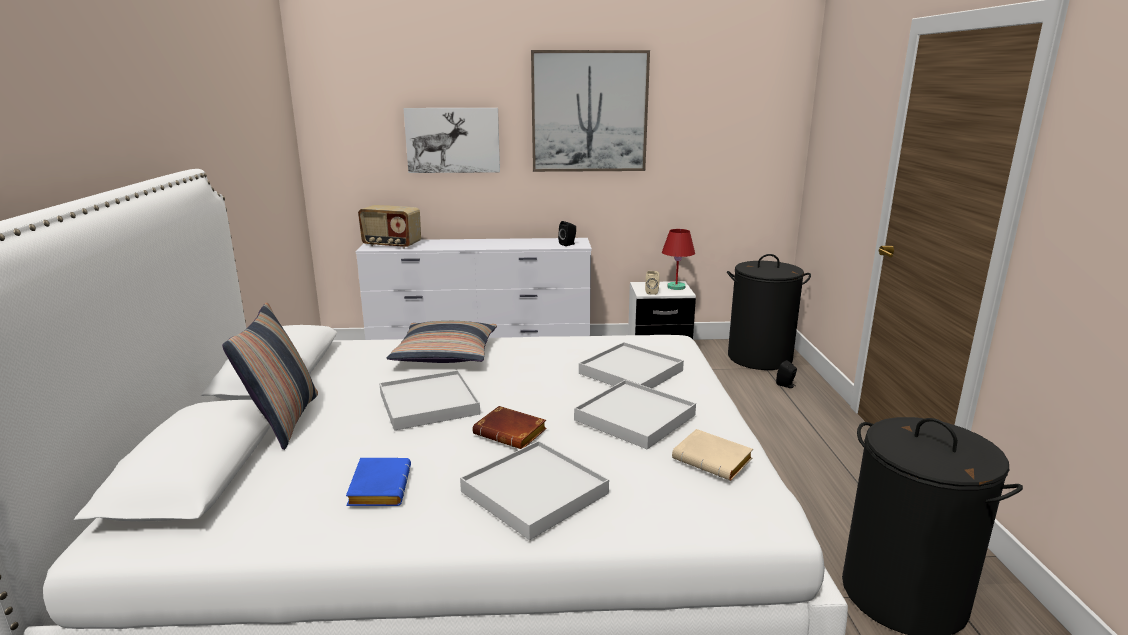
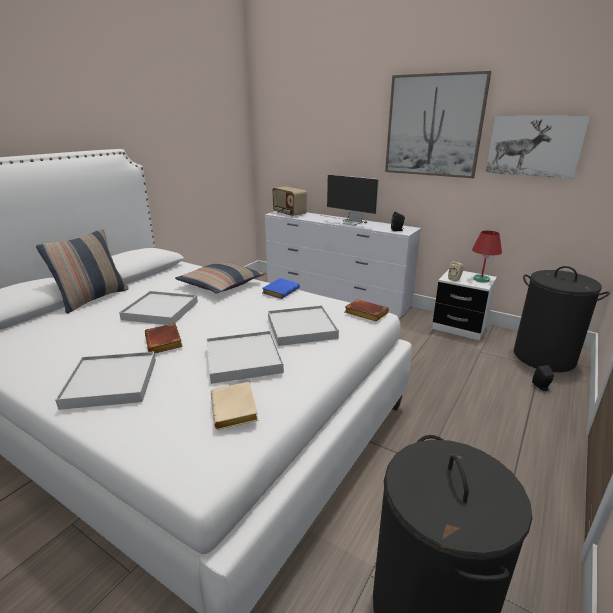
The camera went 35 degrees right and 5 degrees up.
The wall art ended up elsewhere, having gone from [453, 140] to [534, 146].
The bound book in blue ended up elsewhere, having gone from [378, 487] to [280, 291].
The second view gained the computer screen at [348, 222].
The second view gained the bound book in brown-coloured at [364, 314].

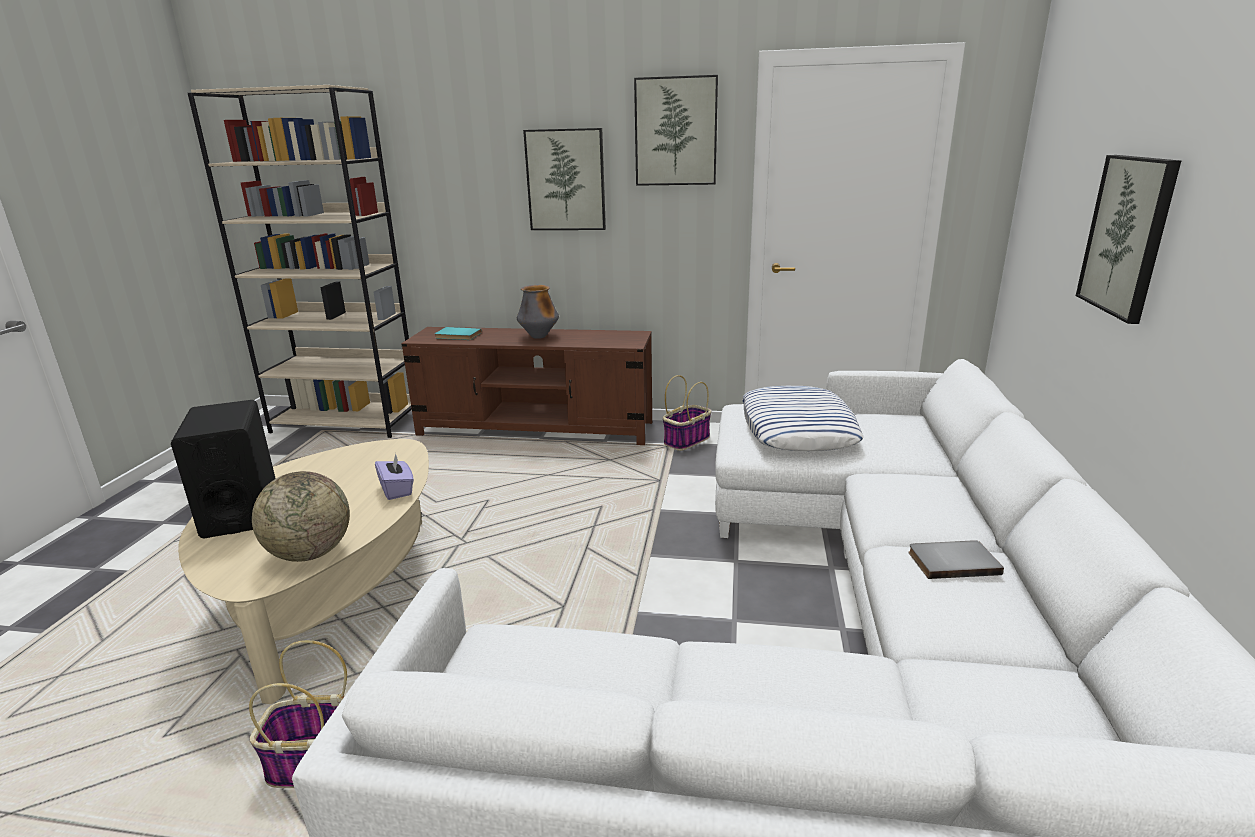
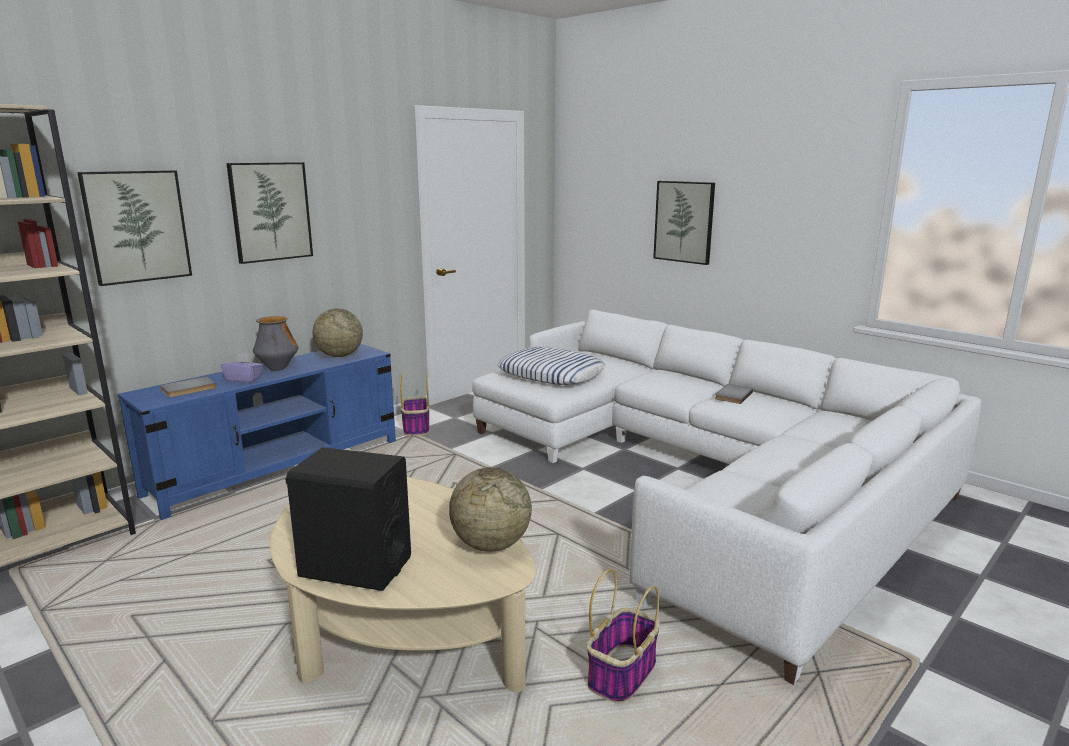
The camera went 55 degrees left and 5 degrees down.
The wall art ended up elsewhere, having gone from [676, 132] to [137, 226].
What was the tv stand in brown-coloured at [536, 429] turned into the tv stand in blue at [279, 467].
What was the bound book in turquoise-coloured at [457, 336] turned into the bound book in grey at [189, 389].
The tissue holder in purple-coloured ended up elsewhere, having gone from [397, 490] to [244, 379].
The second view gained the desk globe at [339, 356].

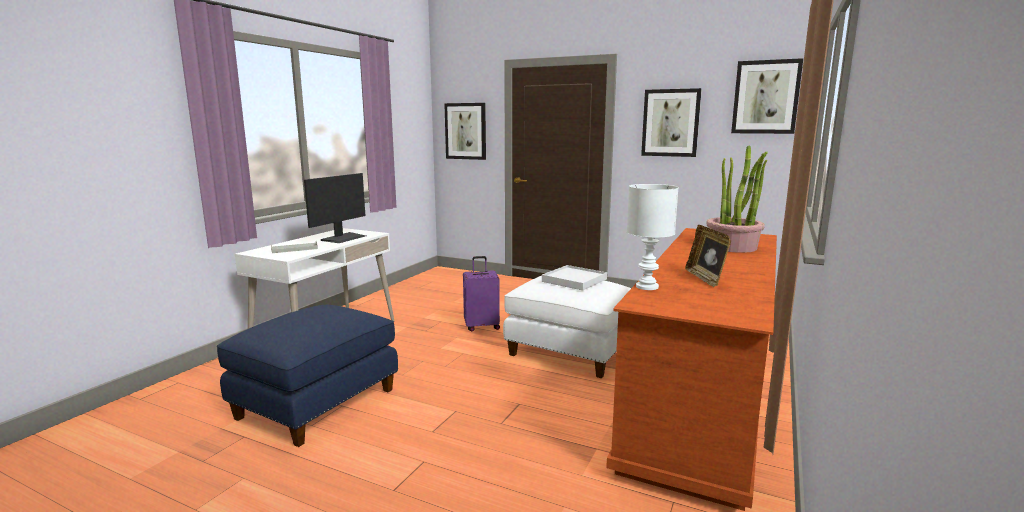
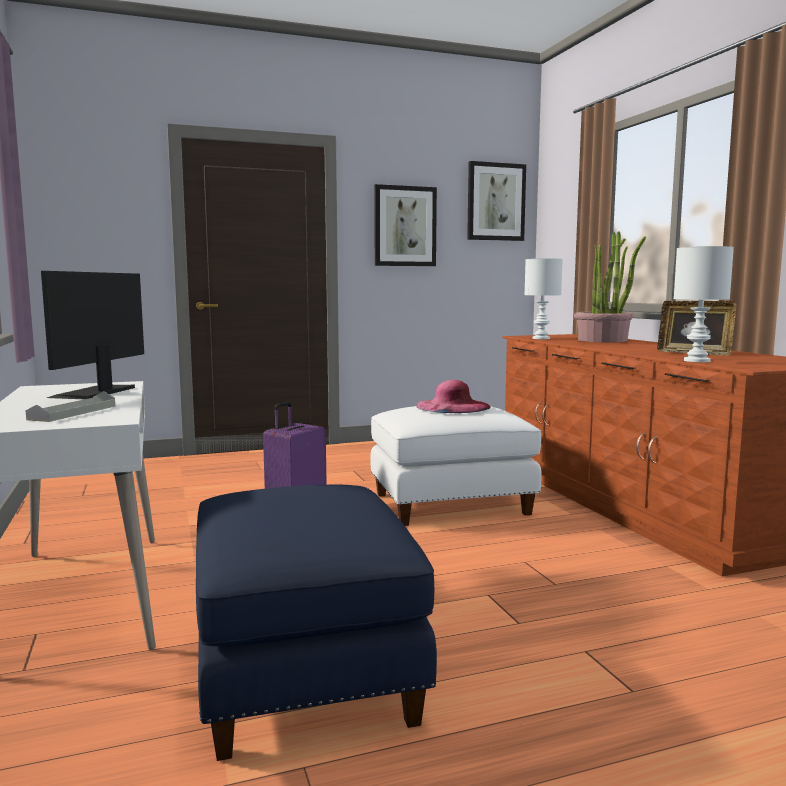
The camera went 45 degrees left and 5 degrees down.
The second view lost the wall art at [466, 131].
The computer screen at [344, 238] ended up facing another way, 150 degrees counterclockwise from before.
Where the serving tray in white stood at [574, 280], the hat in pinkish came to stand at [453, 406].
The second view gained the lamp for a table in white at [541, 338].

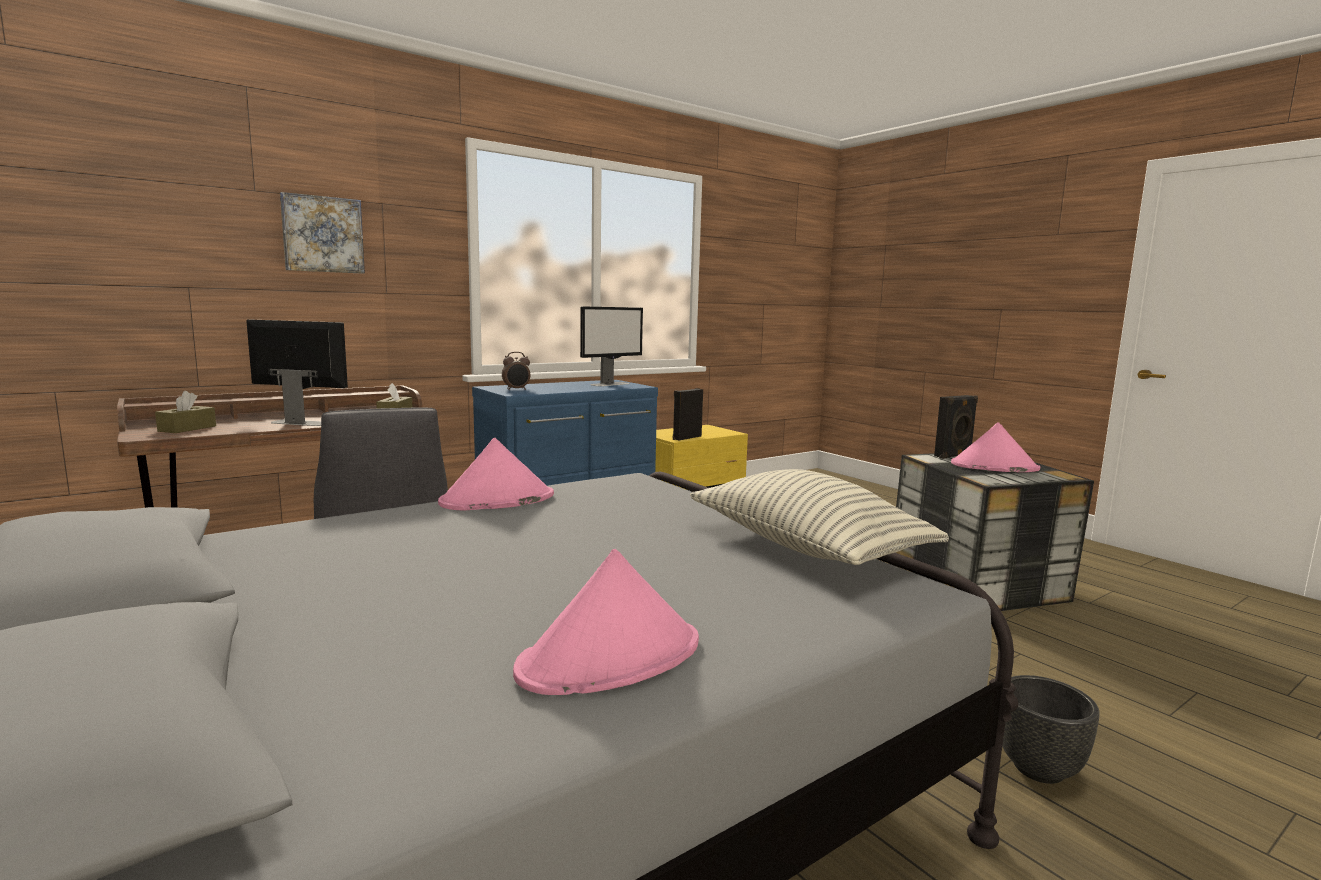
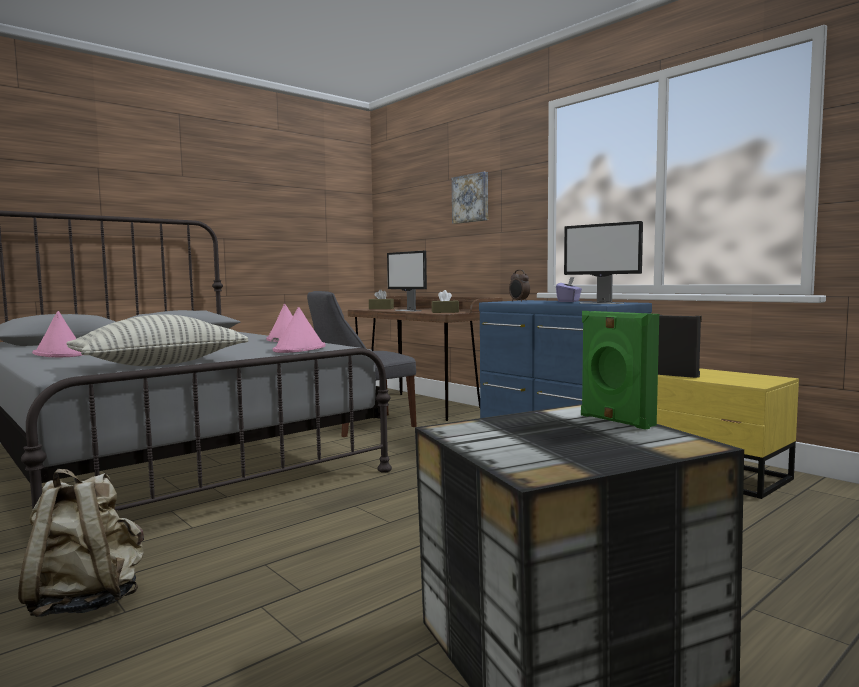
The camera went 85 degrees right and 5 degrees down.
The computer screen at [300, 423] ended up facing another way, 135 degrees clockwise from before.
What was the loudspeaker in black at [954, 456] turned into the loudspeaker in greenish at [615, 421].
The hat in pinkish ended up elsewhere, having gone from [994, 467] to [300, 349].
Where the flower pot in black stood at [1039, 769], the knapsack in beige-coloured came to stand at [87, 601].
The second view gained the tissue holder in purple-coloured at [569, 301].

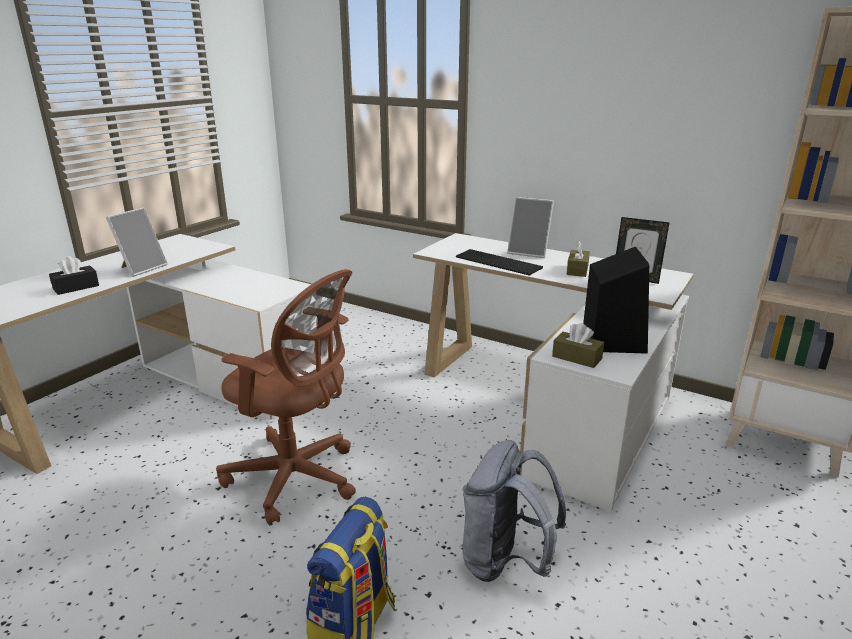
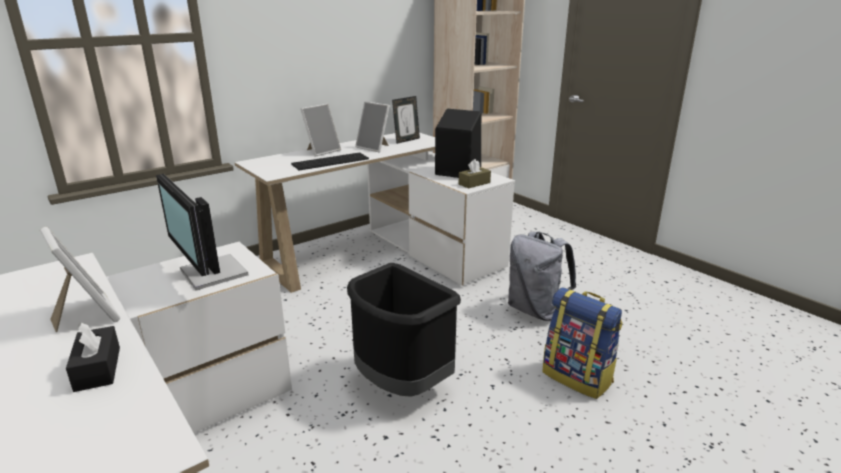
The camera went 70 degrees left and 0 degrees up.
Where the tissue holder in brown-coloured stood at [577, 270], the standing frame came to stand at [374, 148].
Where the desk chair in brown-coloured stood at [297, 479], the waste bin in black came to stand at [401, 384].
The second view gained the computer screen at [211, 274].

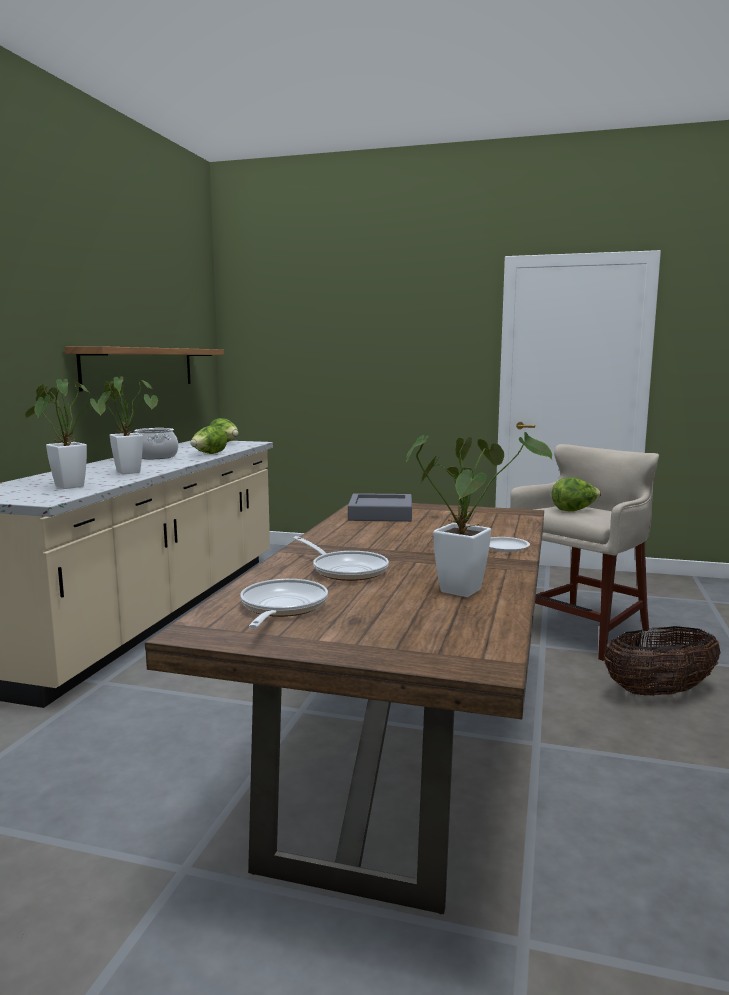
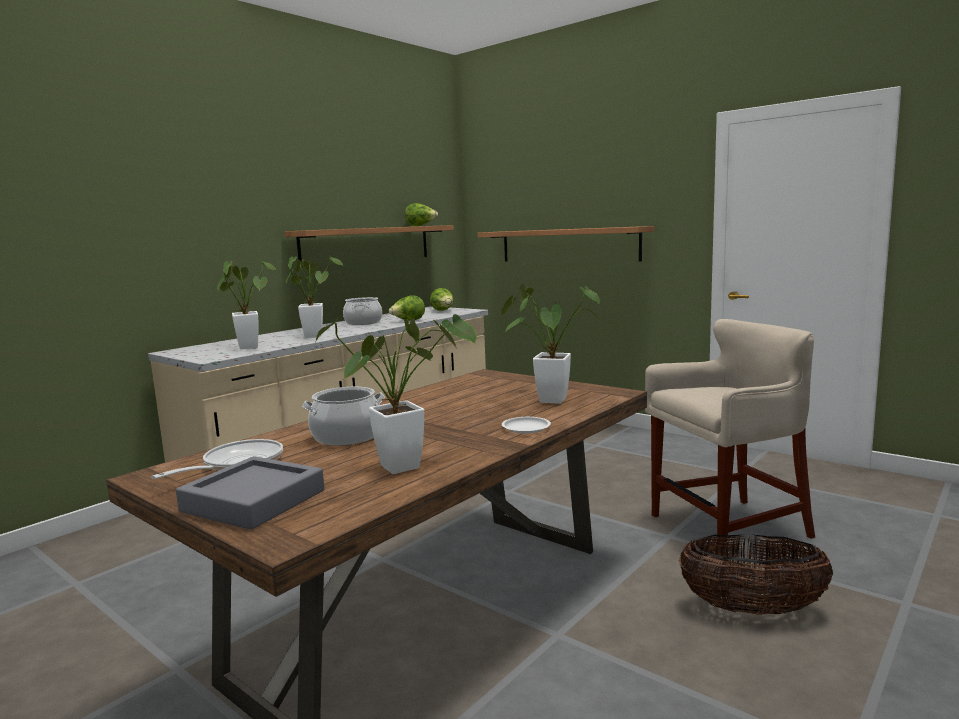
The camera went 25 degrees right and 0 degrees up.
The head of lettuce ended up elsewhere, having gone from [574, 510] to [421, 226].
The serving tray in grey ended up elsewhere, having gone from [380, 514] to [253, 501].
Where the frying pan stood at [346, 570], the saucepot came to stand at [347, 436].
The second view gained the wall shelf at [568, 245].
The second view gained the houseplant at [545, 400].

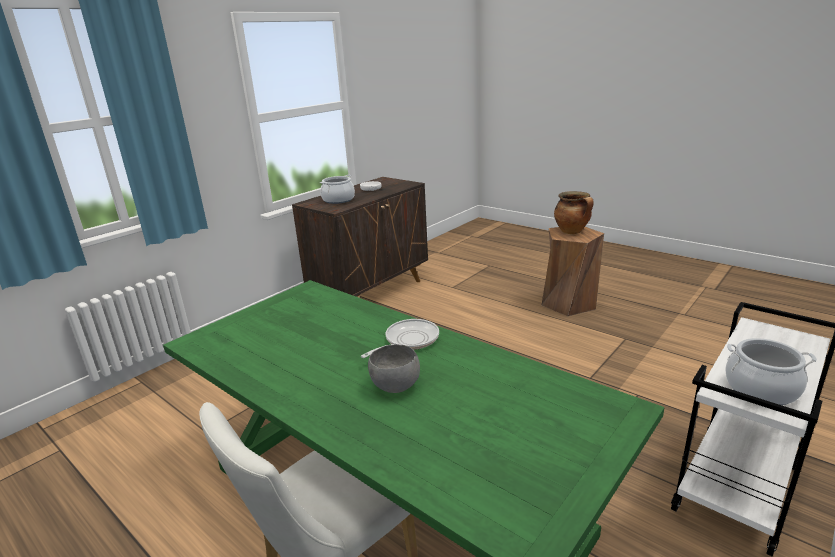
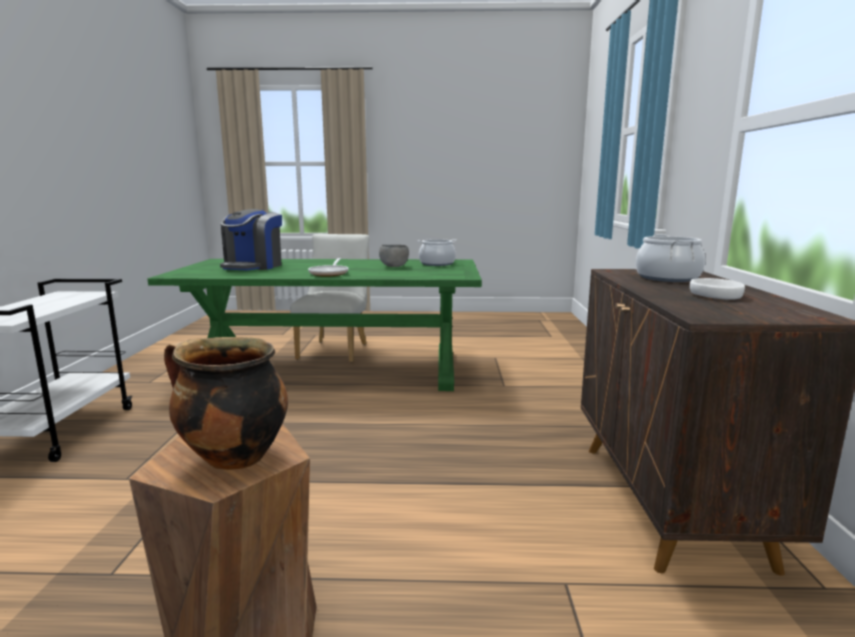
The camera went 140 degrees right and 10 degrees down.
The saucepot ended up elsewhere, having gone from [761, 389] to [437, 264].
The deep dish in grey ended up elsewhere, having gone from [394, 387] to [394, 266].
The second view gained the coffee machine at [253, 266].

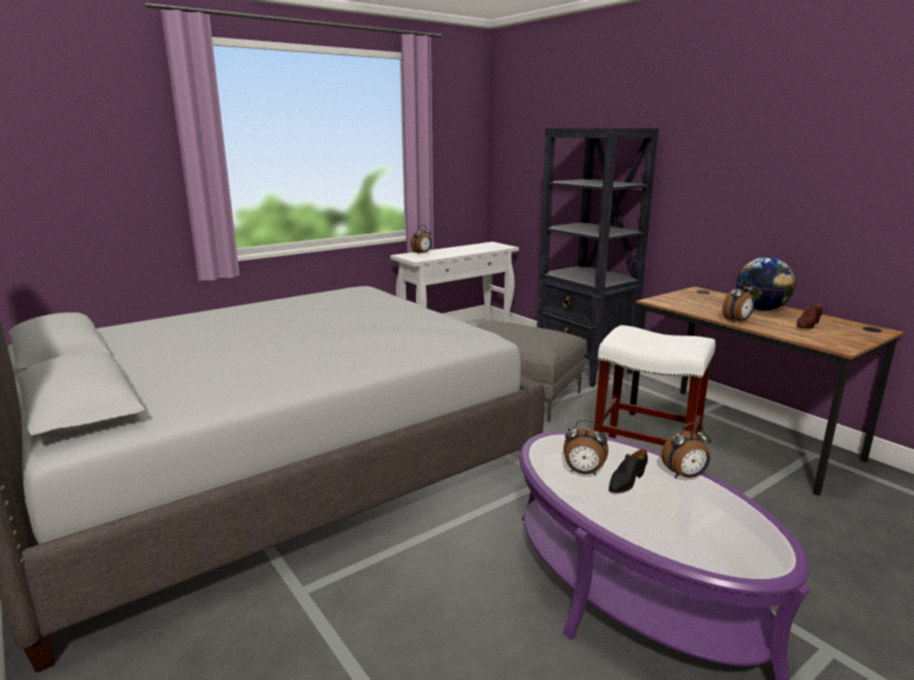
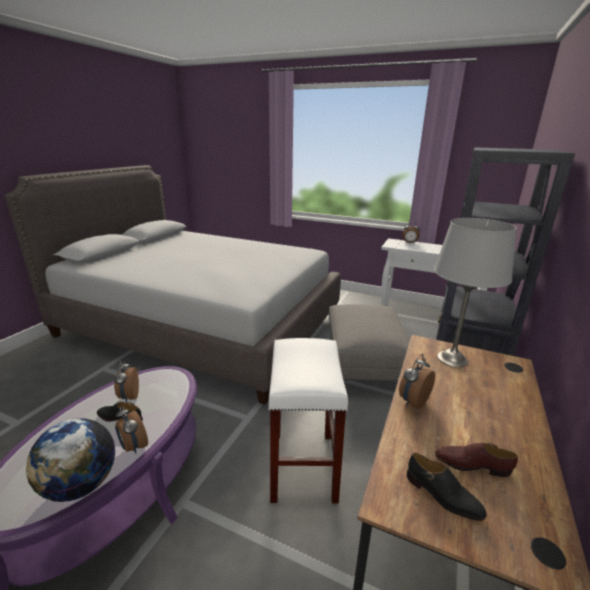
The camera went 60 degrees right and 5 degrees up.
The desk globe ended up elsewhere, having gone from [761, 309] to [80, 485].
The alarm clock at [737, 321] ended up facing another way, 105 degrees clockwise from before.
The second view gained the lamp for a table in grey at [452, 359].
The second view gained the low shoe in black at [442, 496].

